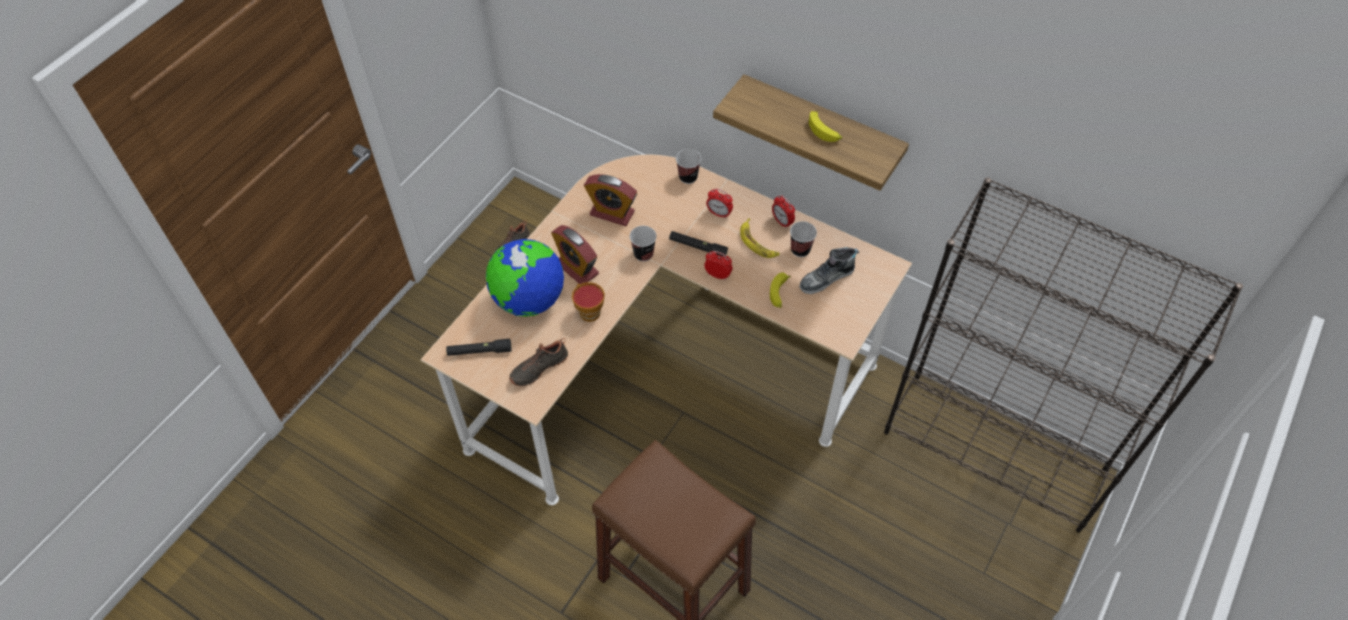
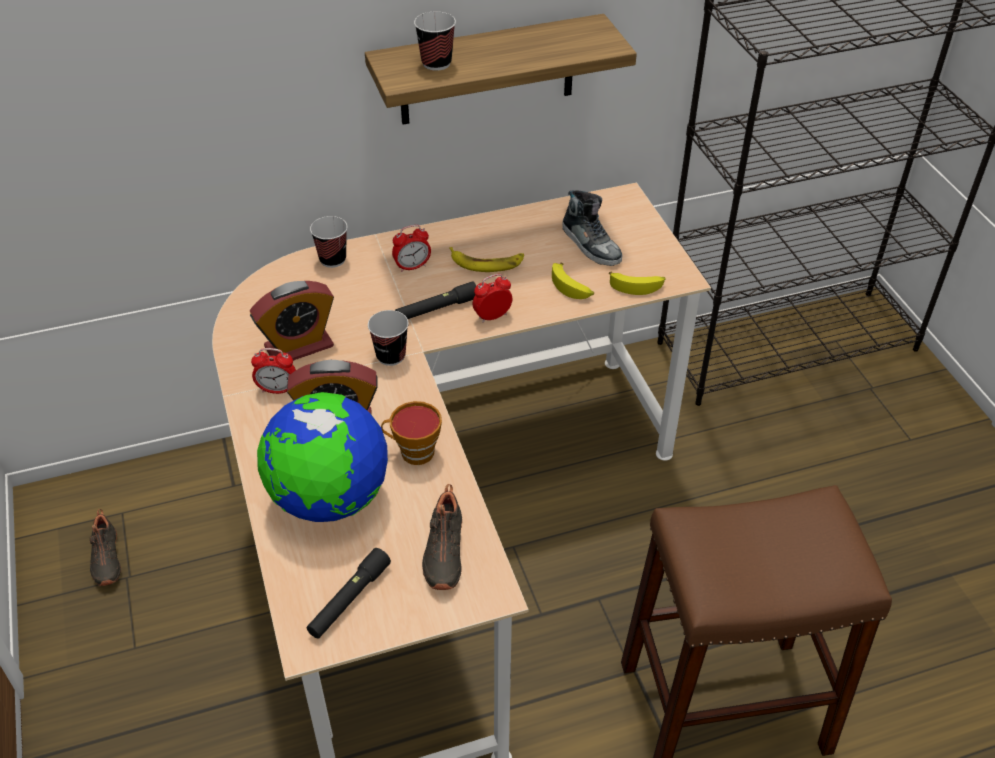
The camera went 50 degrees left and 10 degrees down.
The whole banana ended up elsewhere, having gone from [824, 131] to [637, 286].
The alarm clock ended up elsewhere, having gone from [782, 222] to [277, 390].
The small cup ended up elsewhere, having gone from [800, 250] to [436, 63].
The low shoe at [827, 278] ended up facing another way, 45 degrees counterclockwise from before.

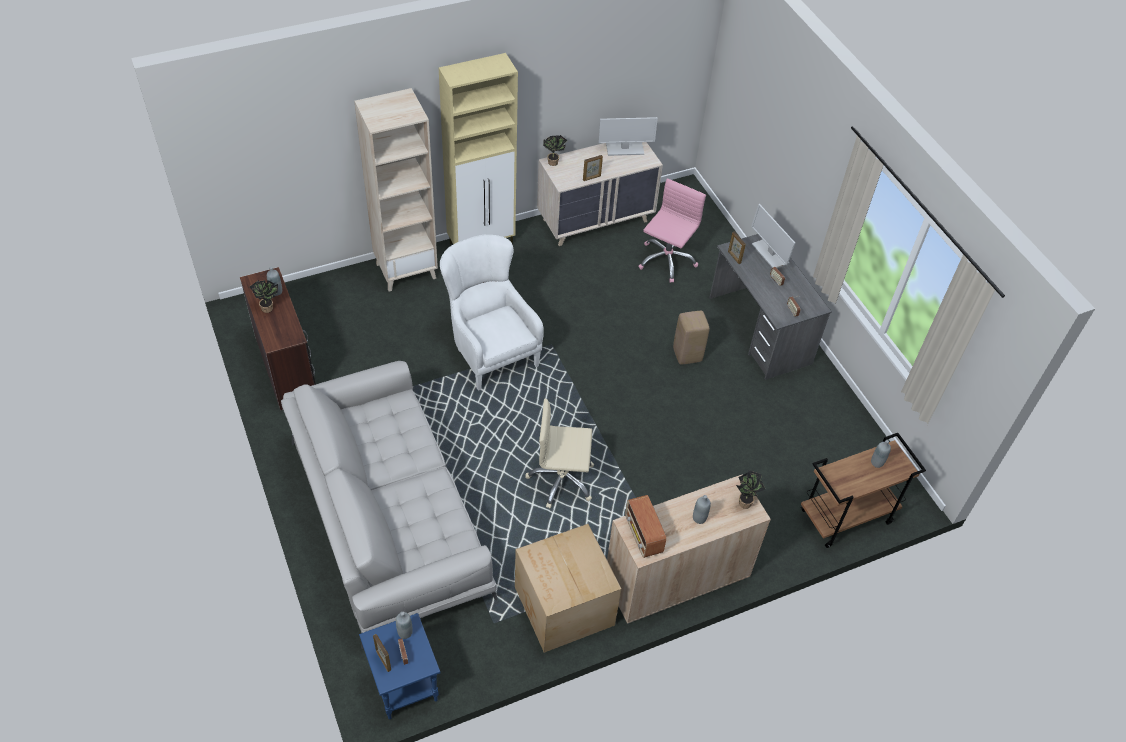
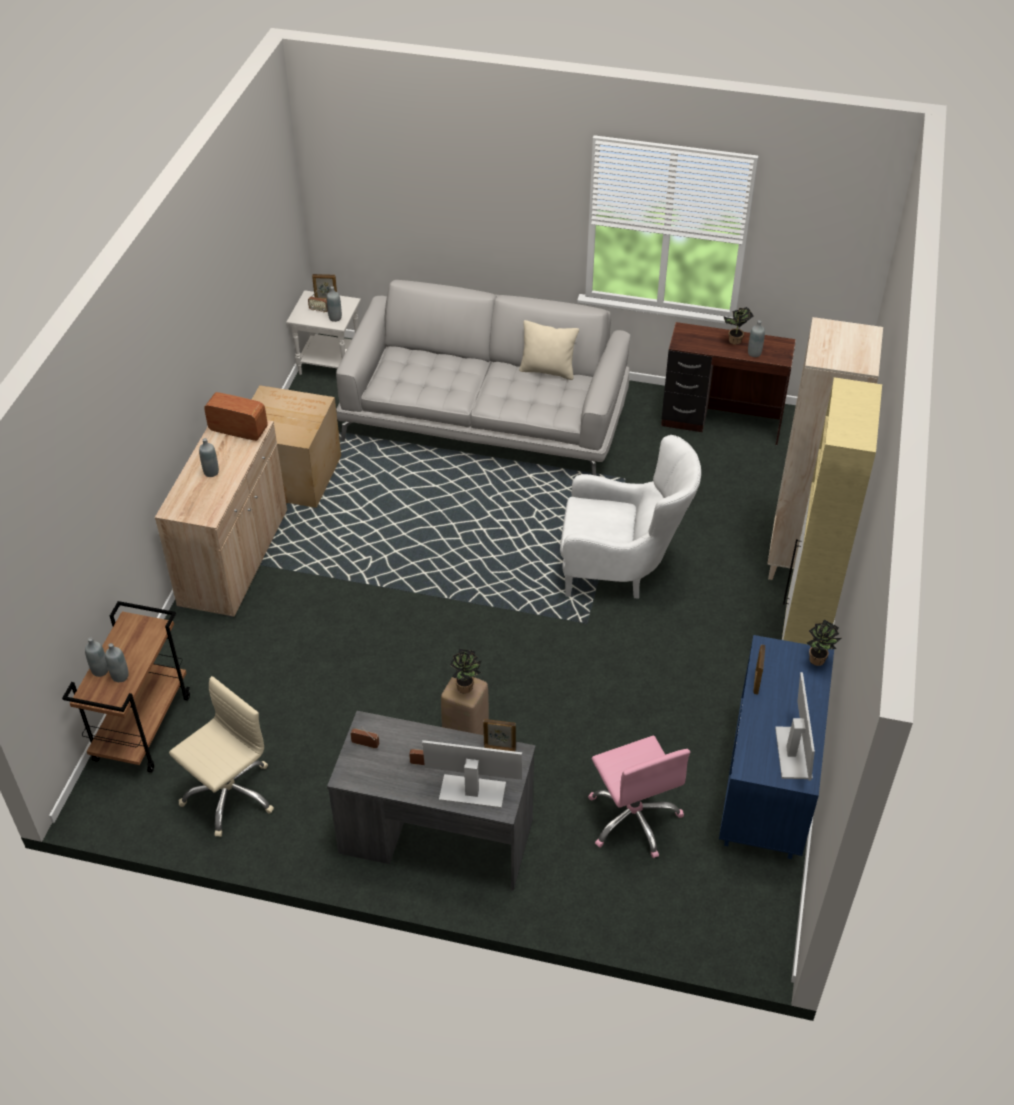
The camera went 130 degrees right and 5 degrees down.
The computer screen at [624, 149] ended up facing another way, 150 degrees clockwise from before.
What was the chest of drawers in beige-coloured at [596, 220] turned into the chest of drawers in blue at [767, 787].
The desk chair in beige-coloured ended up elsewhere, having gone from [561, 480] to [229, 795].
The houseplant ended up elsewhere, having gone from [744, 501] to [466, 688].
What was the side table in blue at [403, 685] turned into the side table in white at [330, 364].
The second view gained the throw pillow in beige-coloured at [548, 370].
The second view gained the beverage bottle in grey at [100, 670].

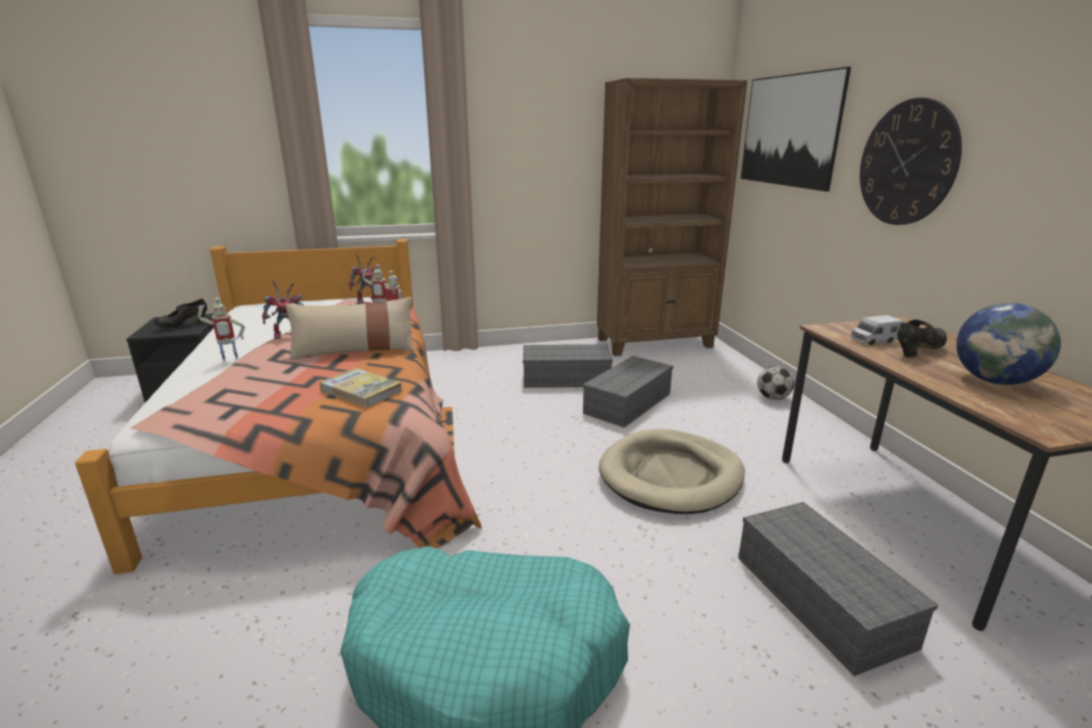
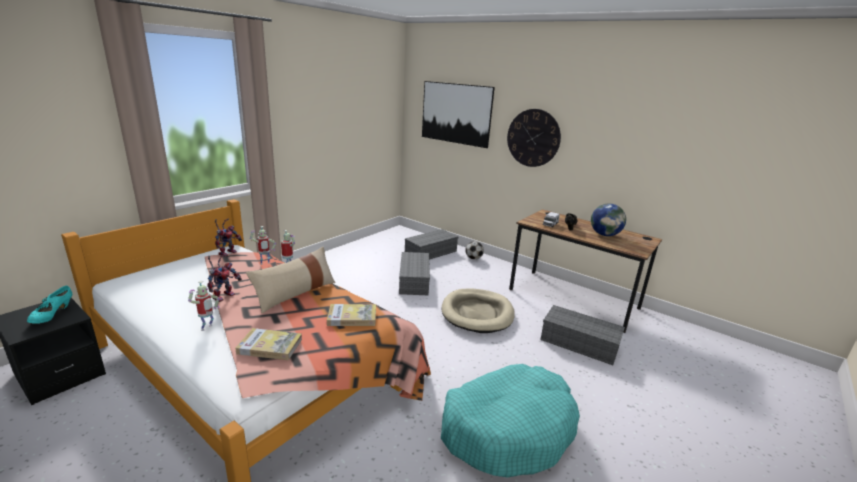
The camera went 40 degrees left and 0 degrees up.
The second view lost the bookshelf in brown-coloured at [655, 343].
What was the low shoe in black at [183, 325] turned into the low shoe in turquoise-coloured at [53, 315].
The storage bin in grey ended up elsewhere, having gone from [567, 378] to [431, 252].
The second view gained the bound book at [270, 346].

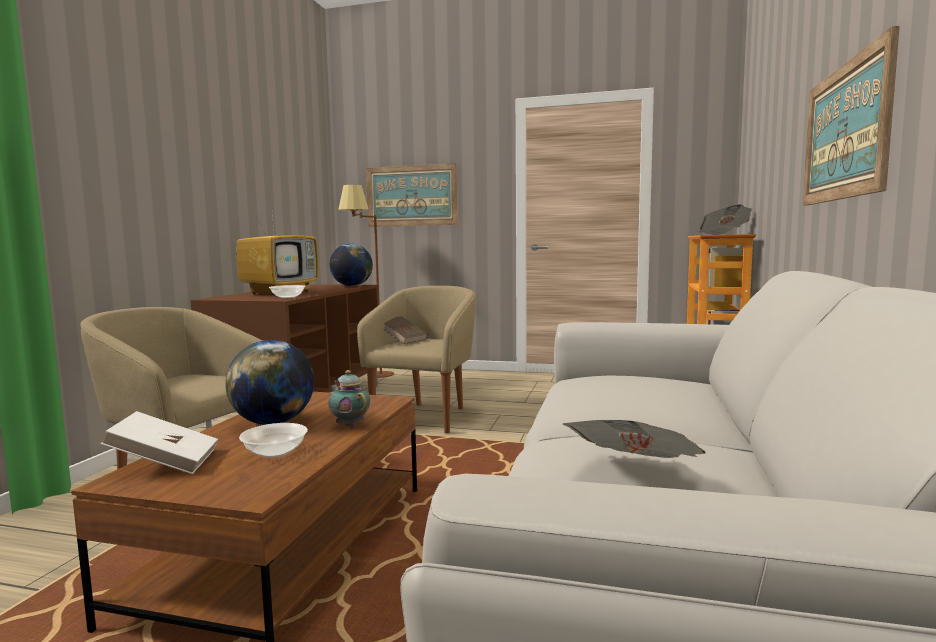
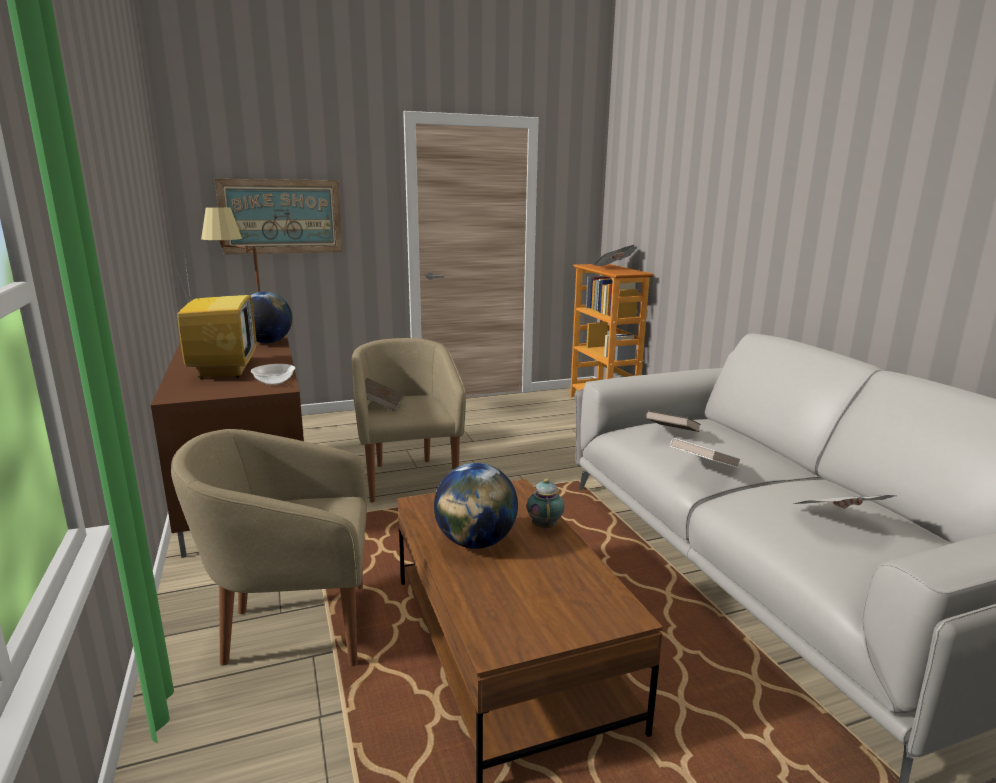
The camera went 35 degrees left and 10 degrees up.
The second view lost the wall art at [844, 132].
The tea pot at [349, 425] ended up facing another way, 75 degrees clockwise from before.
The bound book in white ended up elsewhere, having gone from [165, 463] to [703, 467].
The second view lost the deep dish at [275, 452].
The second view gained the bound book in brown-coloured at [671, 434].

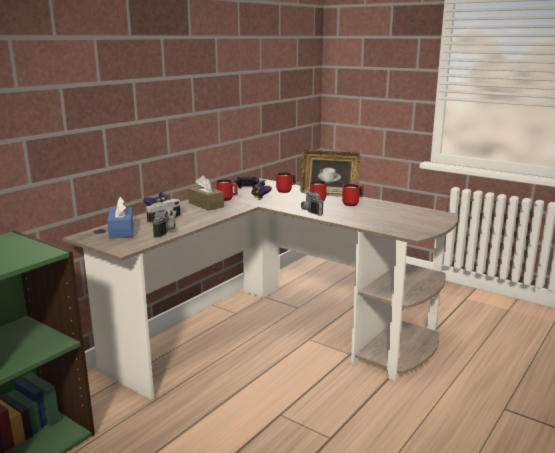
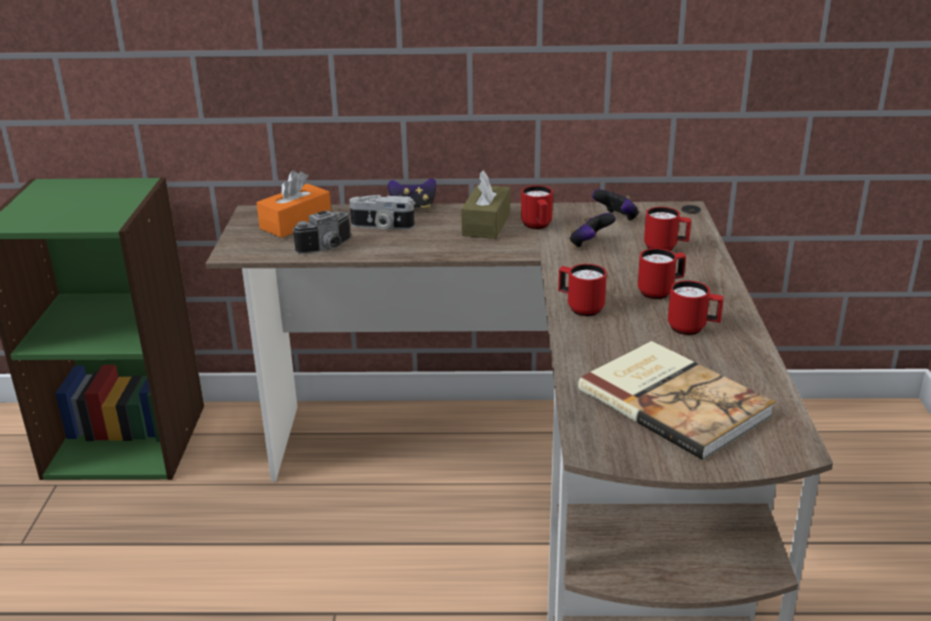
The camera went 55 degrees right and 10 degrees up.
The second view lost the standing frame at [329, 194].
Where the still camera stood at [309, 211], the coffee mug in reddish came to stand at [580, 308].
What was the tissue holder in blue at [121, 231] turned into the tissue holder in orange-coloured at [296, 223].
The second view gained the bound book at [674, 401].

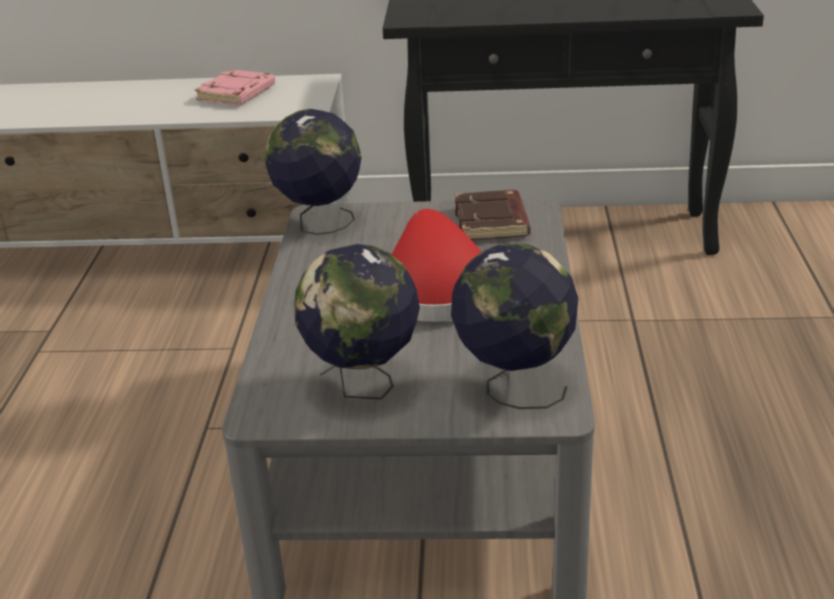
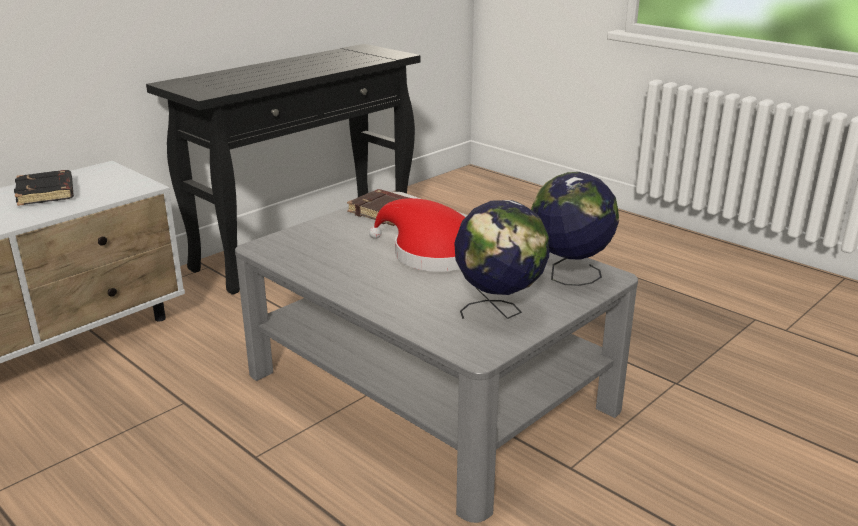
The camera went 50 degrees left and 5 degrees down.
What was the bound book in pinkish at [237, 94] turned into the bound book in black at [47, 193].
The second view lost the desk globe at [320, 224].

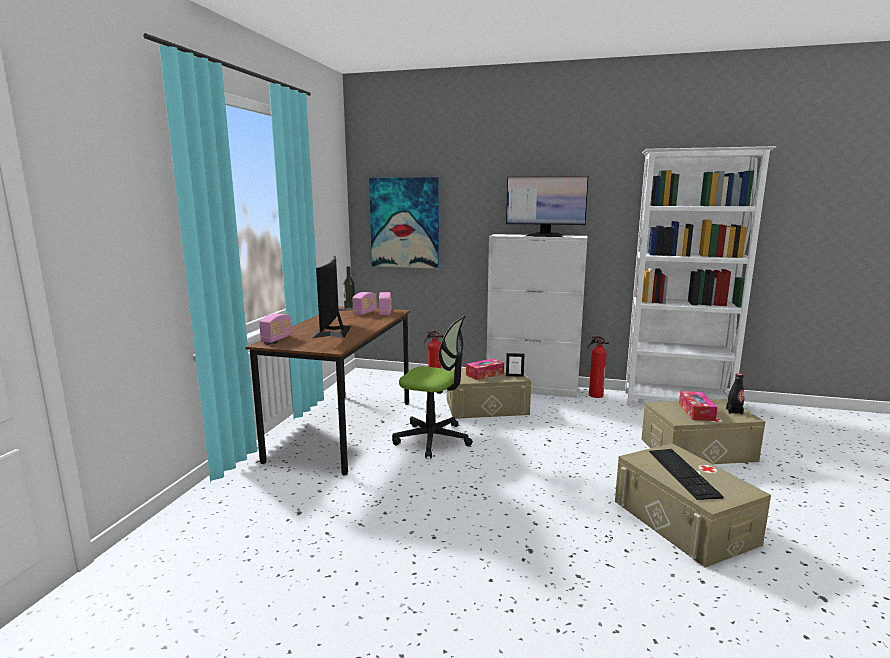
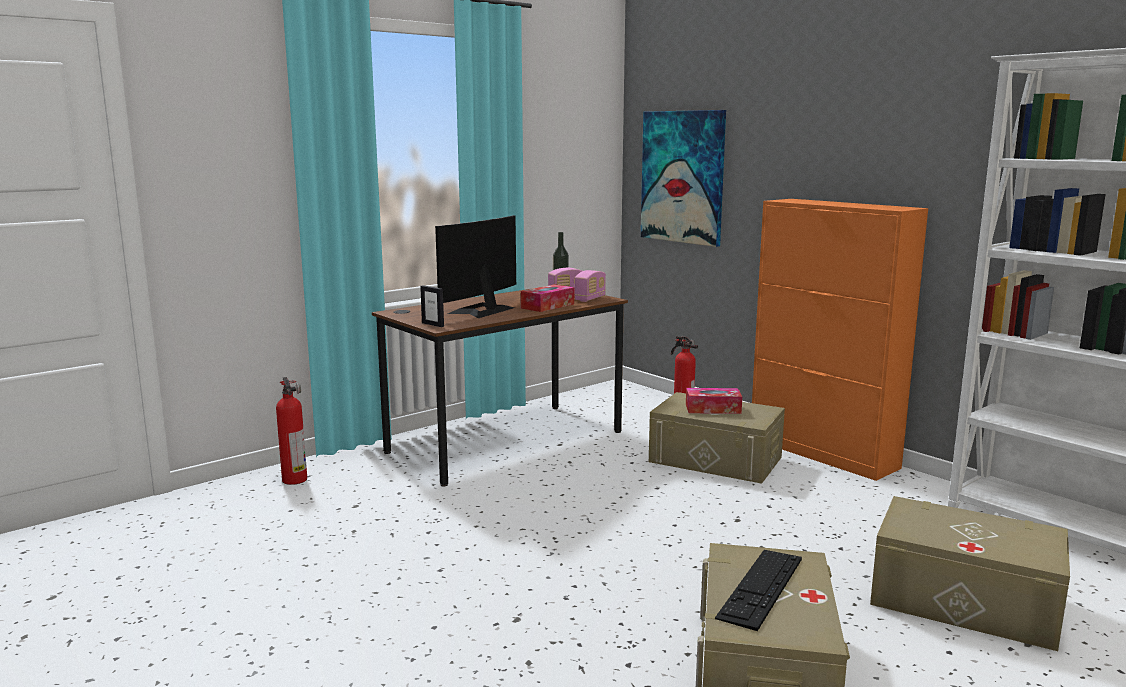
The camera went 35 degrees right and 0 degrees up.
The second view lost the computer screen at [544, 235].
What was the cupboard in white at [532, 389] turned into the cupboard in orange-coloured at [822, 453].
The second view lost the radio set at [276, 339].
The second view lost the desk chair at [433, 439].
The fire-fighting cylinder ended up elsewhere, having gone from [594, 395] to [294, 479].
The standing frame ended up elsewhere, having gone from [514, 376] to [433, 324].
The second view lost the beverage bottle in black at [734, 411].
The tissue holder ended up elsewhere, having gone from [696, 412] to [547, 306].

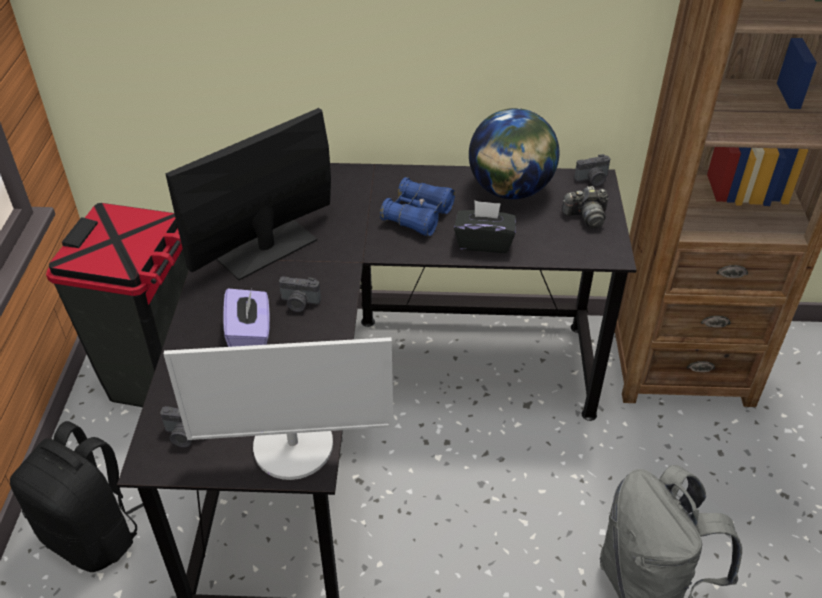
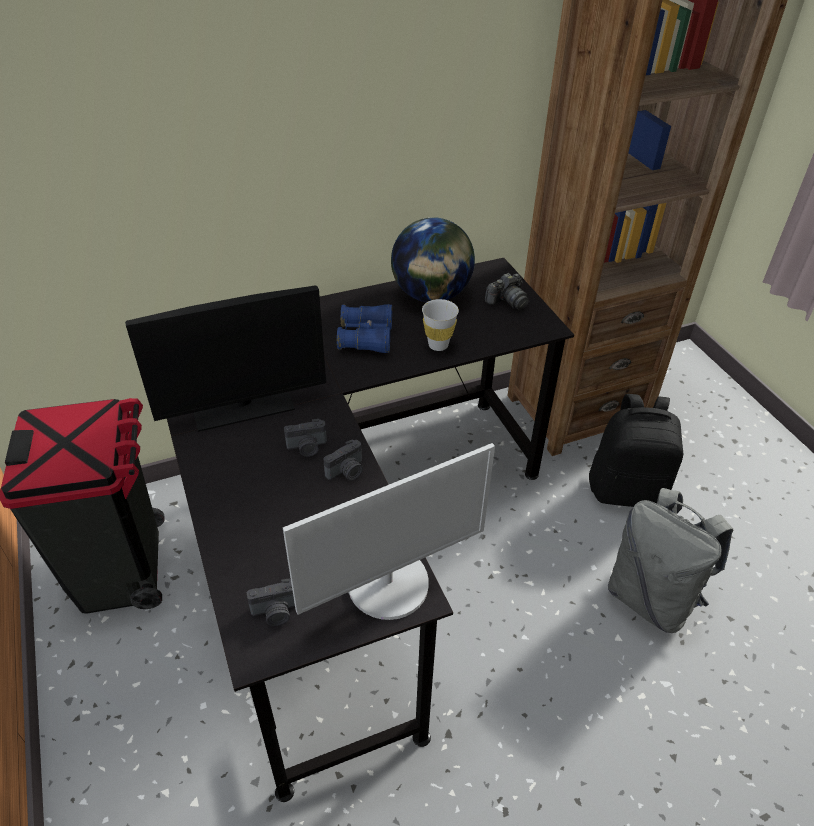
The camera went 25 degrees left and 0 degrees up.
The computer screen at [267, 249] ended up facing another way, 135 degrees counterclockwise from before.
The still camera ended up elsewhere, having gone from [592, 180] to [347, 472].
Where the tissue holder in black stood at [484, 242], the small cup in white came to stand at [438, 345].
The second view lost the tissue holder in purple-coloured at [250, 334].
The knapsack in black ended up elsewhere, having gone from [94, 535] to [627, 490].

